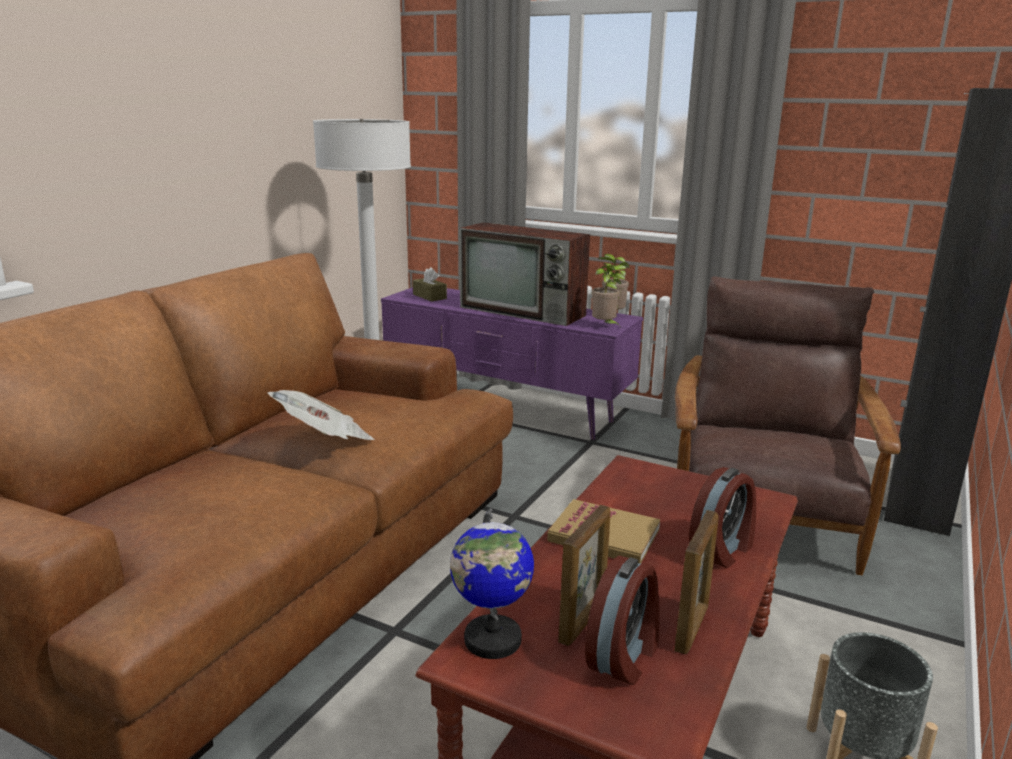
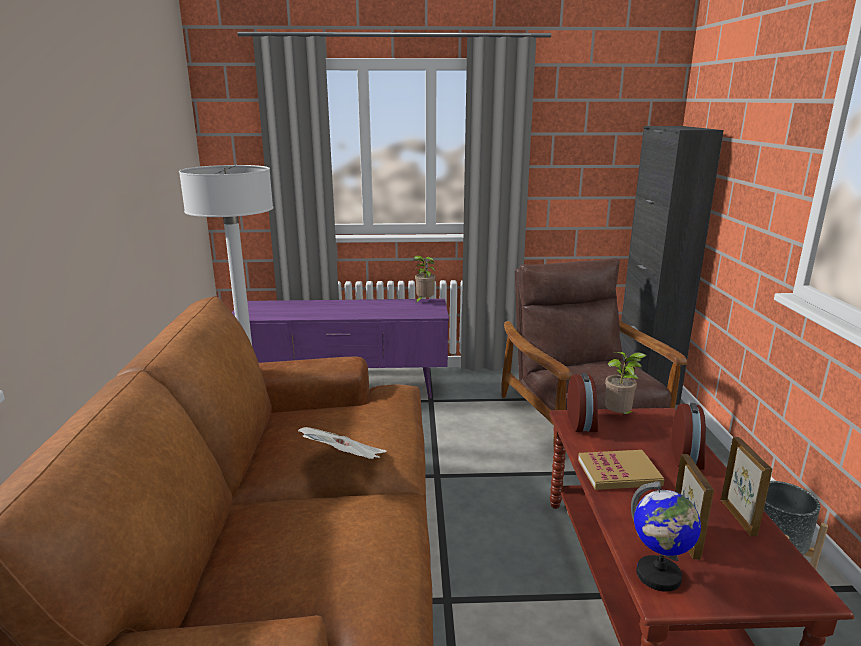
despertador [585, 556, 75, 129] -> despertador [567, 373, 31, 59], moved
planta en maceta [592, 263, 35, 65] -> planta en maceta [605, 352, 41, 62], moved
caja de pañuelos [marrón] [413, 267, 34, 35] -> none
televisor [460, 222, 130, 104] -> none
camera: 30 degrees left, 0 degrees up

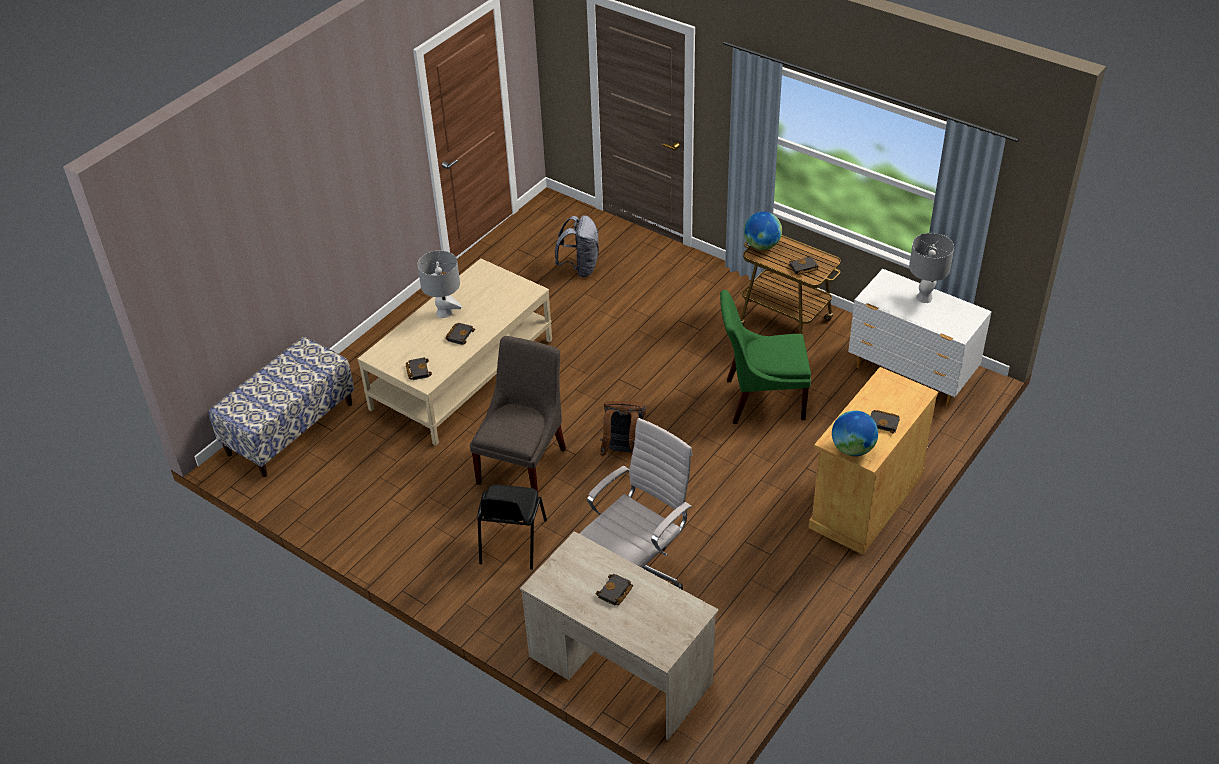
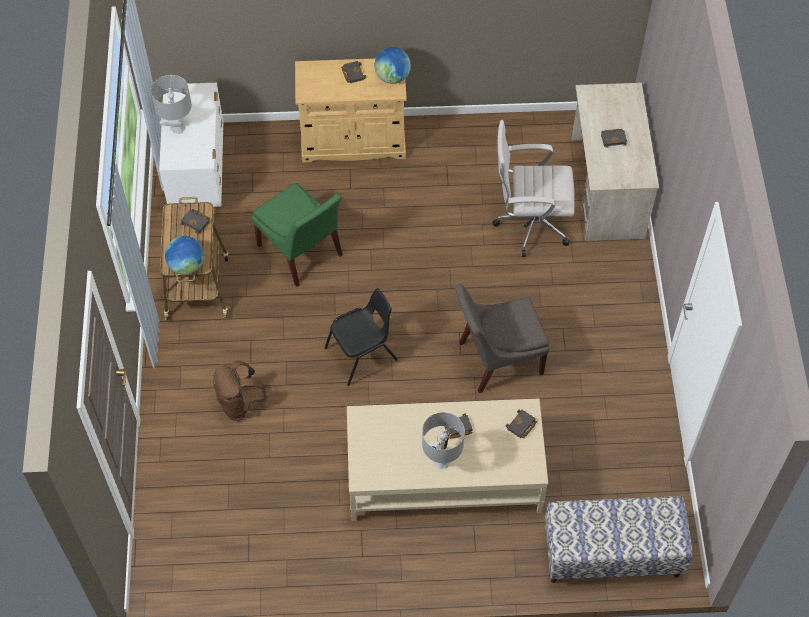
mochila [marrón] [600, 401, 46, 56] -> mochila [marrón] [213, 360, 55, 61], moved
silla [negro] [477, 485, 70, 85] -> silla [negro] [325, 288, 73, 98], moved
mochila [gris] [555, 215, 44, 62] -> none
camera: 130 degrees left, 15 degrees up

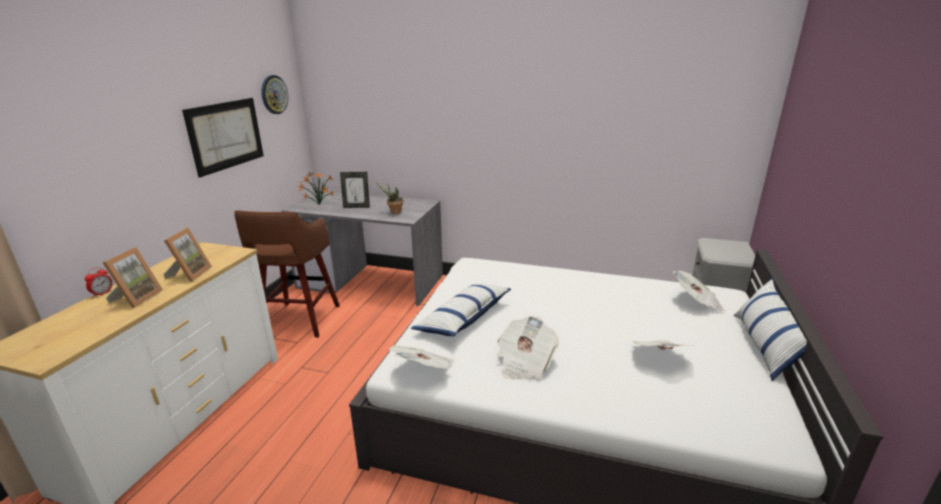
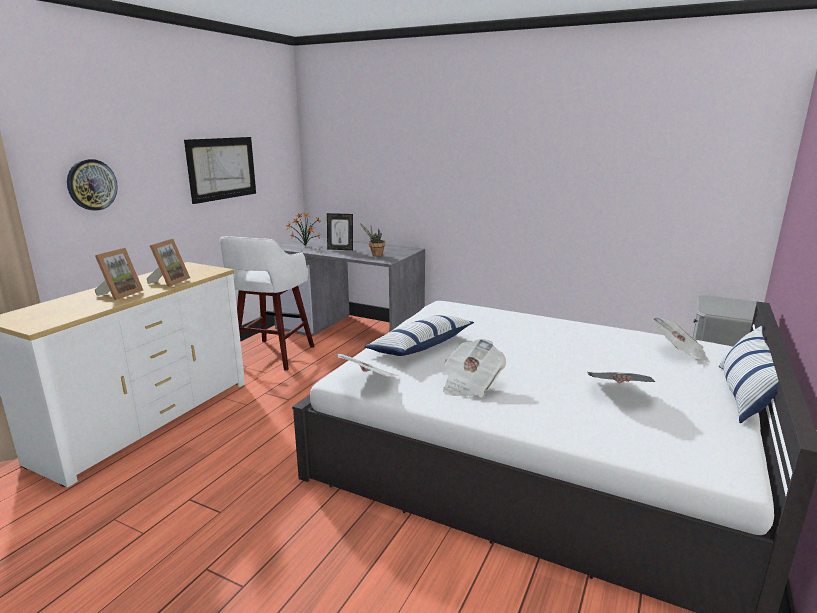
reloj de pared [262, 75, 26, 39] -> reloj de pared [67, 159, 51, 52], moved
taburete [marrón] [234, 210, 106, 128] -> taburete [blanco] [220, 236, 94, 135]
despertador [85, 267, 27, 30] -> none
camera: 10 degrees right, 5 degrees down

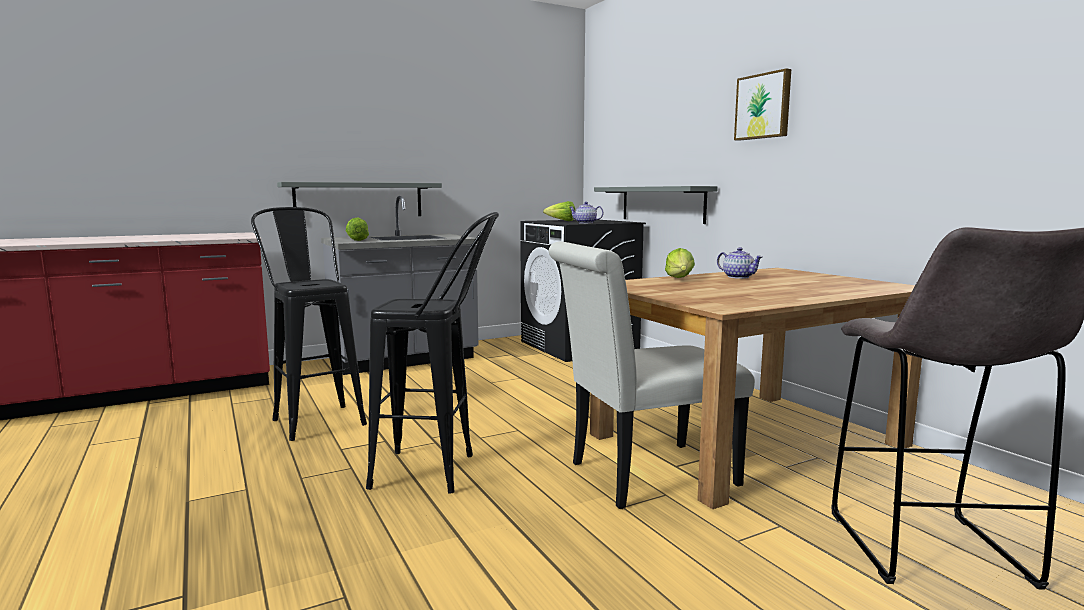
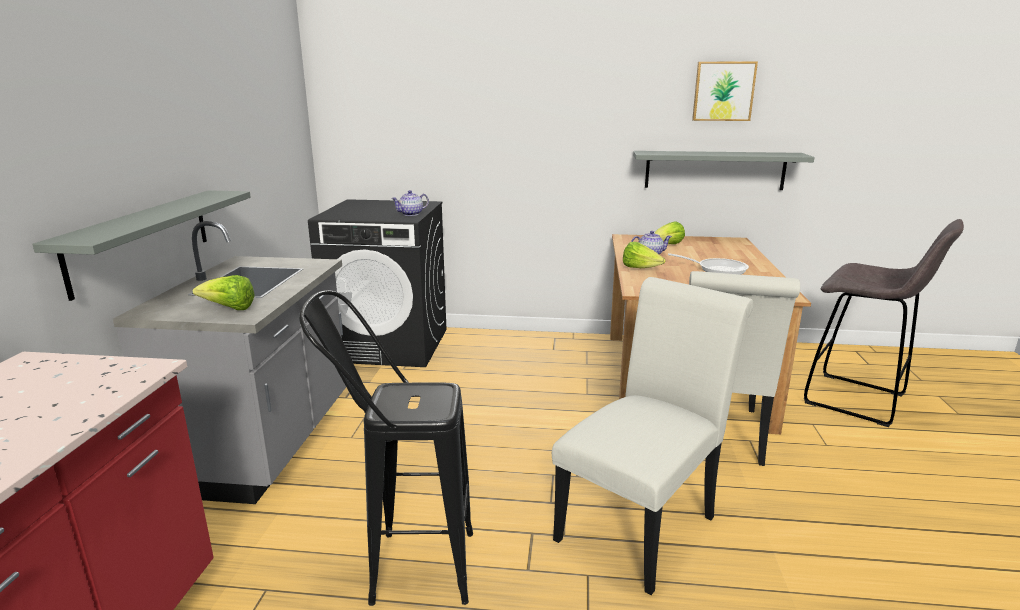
taburete [negro] [366, 212, 133, 282] -> silla [blanco] [552, 277, 202, 318]
estante [gris] [594, 186, 124, 38] -> estante [gris] [633, 151, 182, 39], moved
lechuga [543, 201, 32, 20] -> lechuga [654, 221, 31, 23], moved
none -> sartén [668, 253, 81, 21]
cuadro [734, 68, 57, 73] -> cuadro [692, 62, 66, 59], moved
camera: 55 degrees left, 10 degrees up

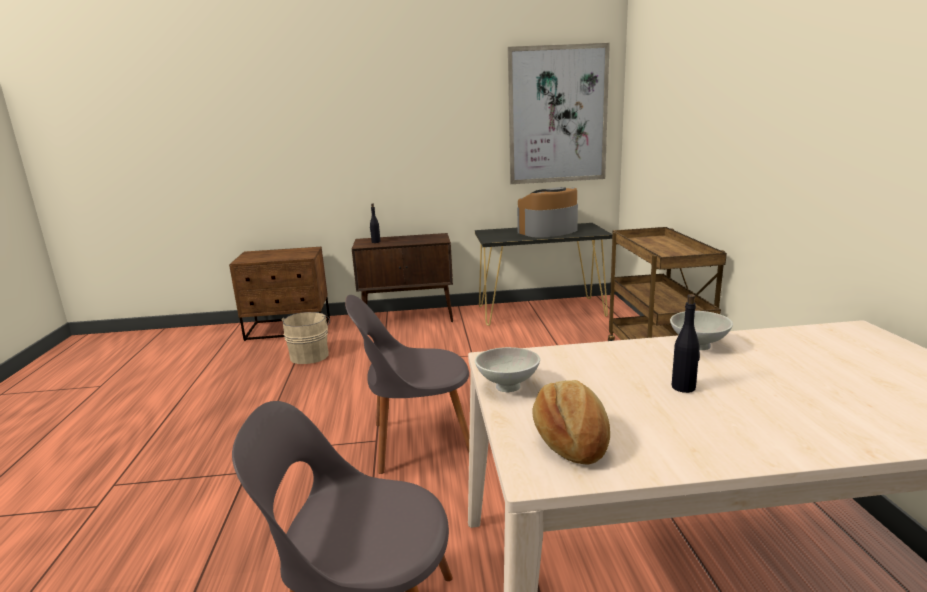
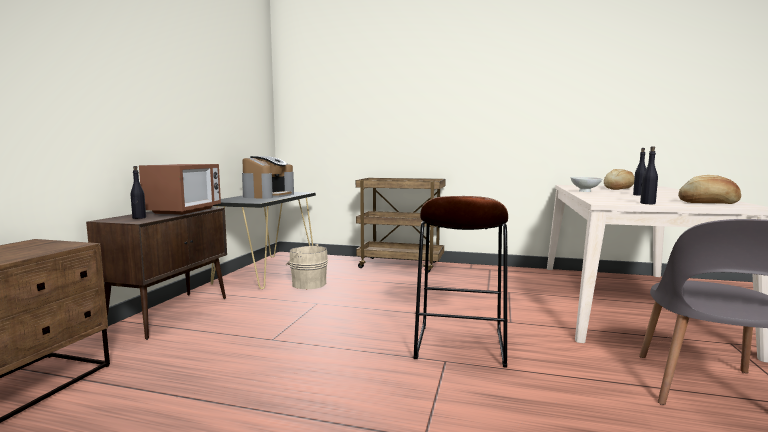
none -> microondas [139, 164, 82, 51]
cafetera [517, 187, 61, 50] -> cafetera [242, 156, 52, 43], 150 degrees counterclockwise
cubo [beis] [282, 312, 48, 52] -> cubo [beis] [286, 244, 42, 45], moved
silla [gris] [345, 295, 124, 179] -> taburete [marrón] [414, 196, 94, 172]
none -> pan [604, 169, 30, 21]
cuenco [blanco] [475, 347, 65, 46] -> botella [negro] [640, 146, 18, 58]
cuadro [508, 43, 102, 141] -> none
camera: 70 degrees left, 10 degrees down

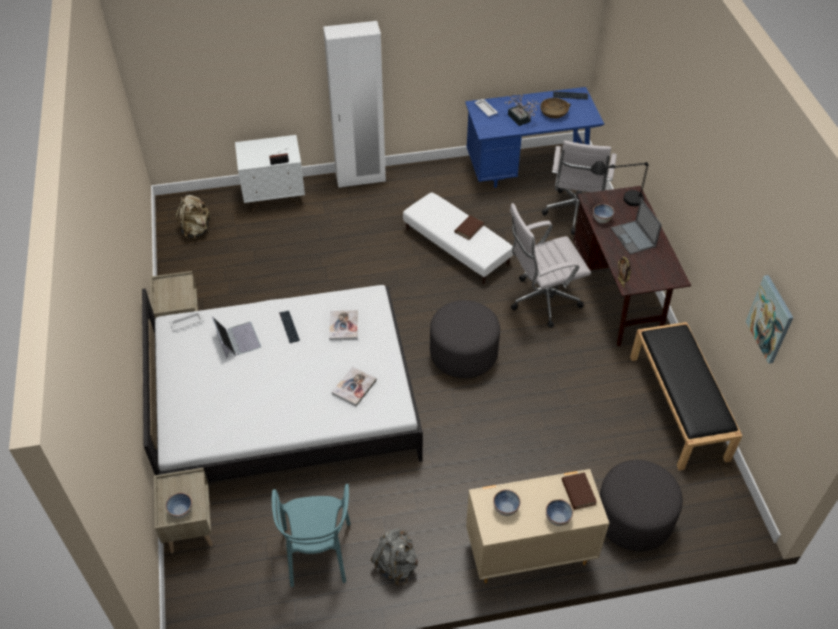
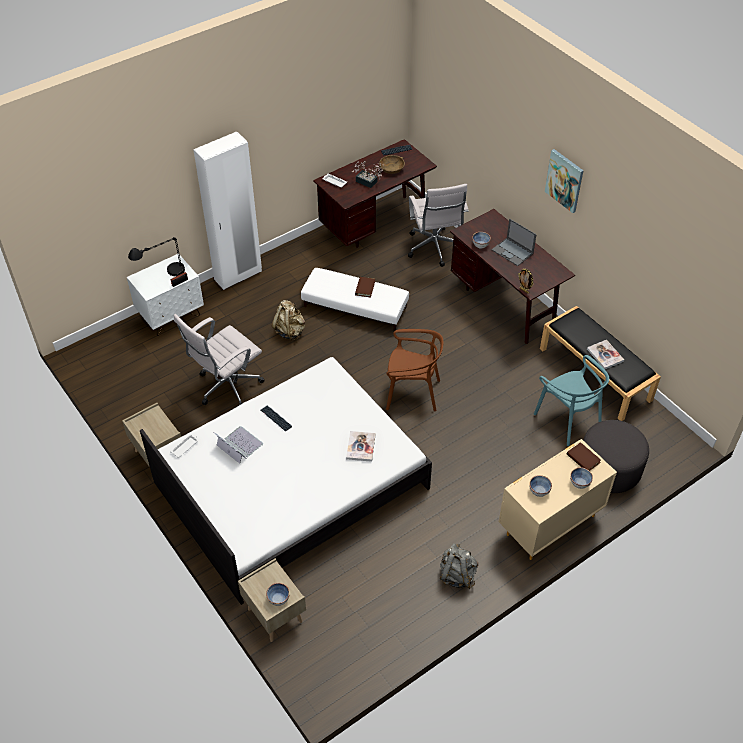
lámpara de mesa [negro] [590, 161, 59, 45] -> lámpara de mesa [negro] [128, 237, 57, 39], moved
silla de oficina [blanco] [510, 203, 81, 125] -> silla de oficina [blanco] [174, 314, 91, 91], moved
mochila [beis] [176, 195, 36, 44] -> mochila [beis] [272, 300, 33, 40], moved
escritorio [azul] [465, 87, 139, 101] -> escritorio [marrón] [313, 139, 124, 109]
puf [gris] [430, 300, 70, 78] -> silla [marrón] [386, 329, 58, 82]
silla [turquesa] [272, 484, 78, 103] -> silla [turquesa] [534, 355, 75, 91], moved
cuadro [746, 275, 47, 89] -> cuadro [545, 149, 38, 64], moved
libro [329, 310, 29, 30] -> libro [587, 340, 37, 29], moved
camera: 25 degrees left, 0 degrees up

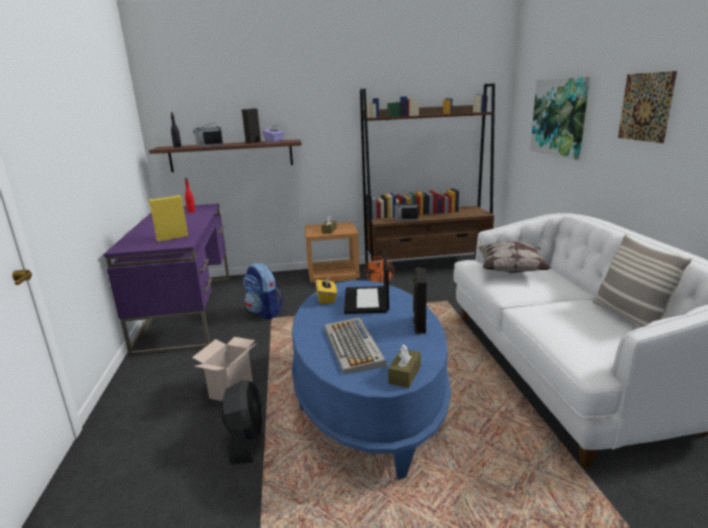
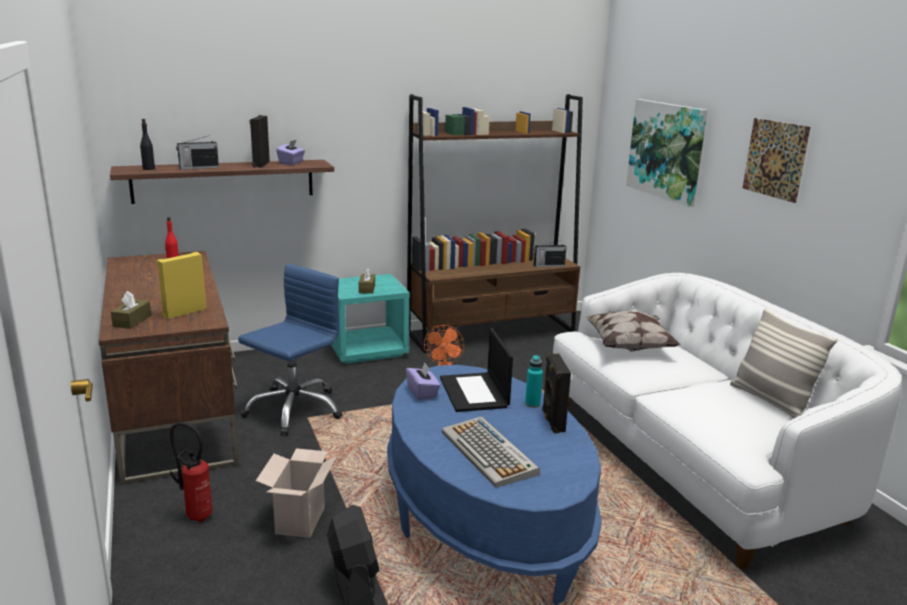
escritorio [morado] [103, 204, 127, 152] -> escritorio [marrón] [99, 251, 140, 234]
caja de pañuelos [marrón] [388, 344, 33, 44] -> caja de pañuelos [marrón] [111, 291, 40, 38], moved
none -> extintor [170, 422, 43, 101]
mochila [243, 263, 40, 56] -> silla de oficina [azul] [238, 264, 105, 171]
mesita de noche [marrón] [305, 222, 55, 62] -> mesita de noche [turquesa] [331, 274, 79, 90]
caja de pañuelos [amarillo] [316, 275, 21, 29] -> caja de pañuelos [morado] [406, 363, 34, 37]
none -> botella [turquesa] [525, 355, 18, 53]
radio [393, 200, 25, 21] -> radio [534, 240, 32, 27], moved
camera: 15 degrees left, 0 degrees up

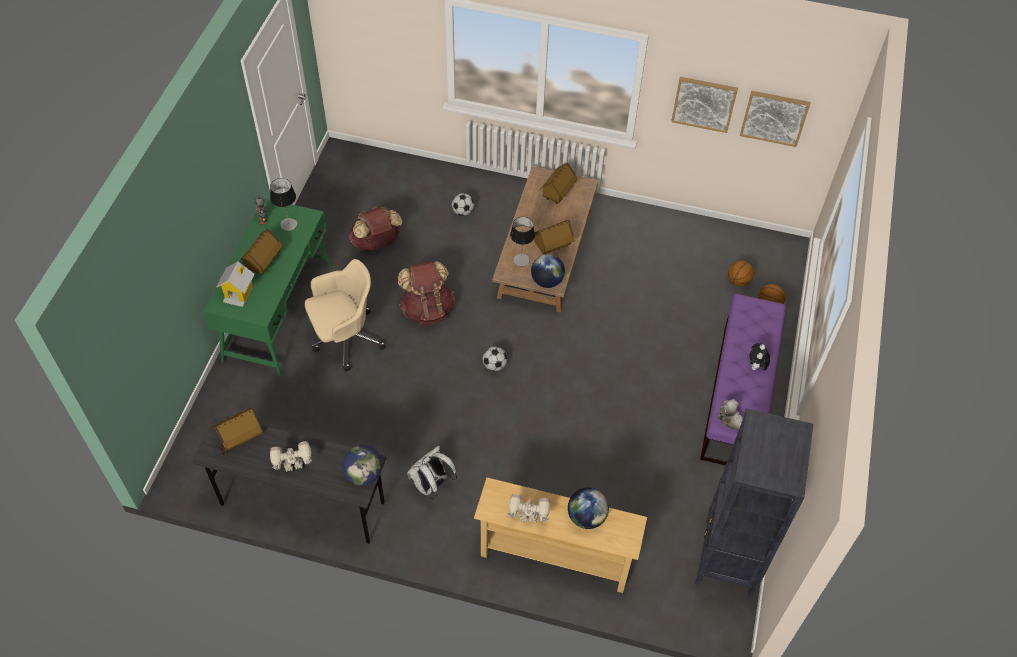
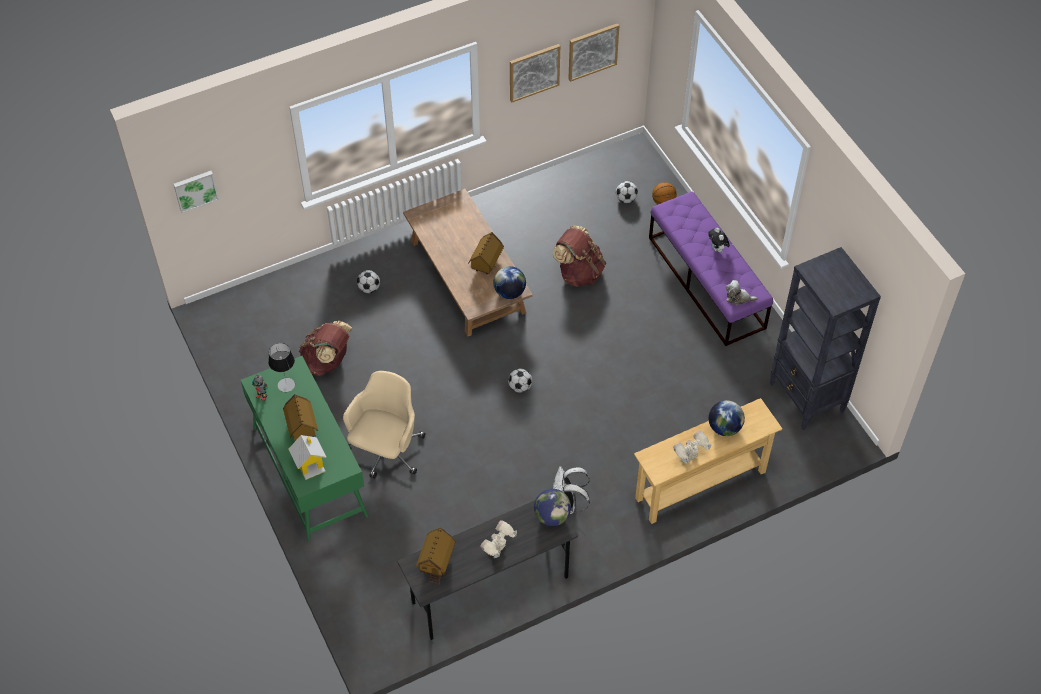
none -> cuadro [173, 171, 46, 42]
mochila [marrón] [398, 261, 57, 65] -> mochila [marrón] [552, 225, 54, 62], moved
balón de baloncesto [728, 260, 26, 26] -> balón de fútbol [616, 181, 22, 22]
lámpara de mesa [510, 217, 25, 50] -> none
casita [540, 162, 37, 42] -> none
camera: 40 degrees left, 0 degrees up

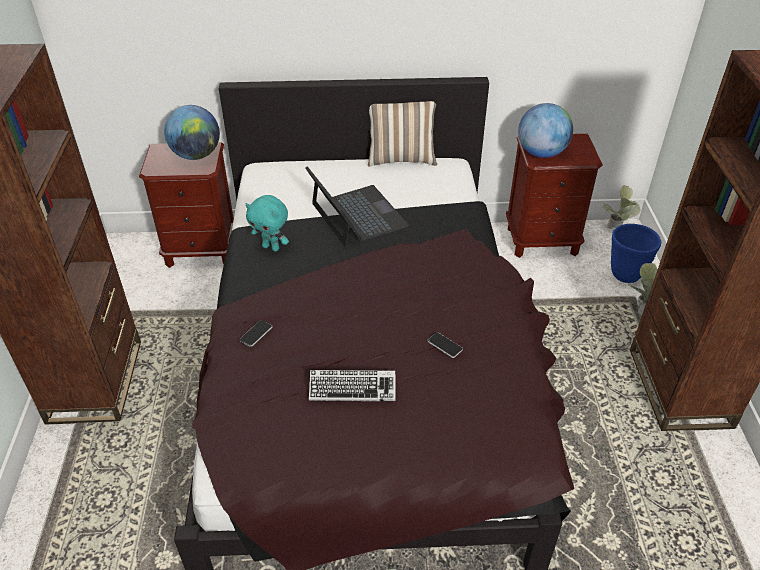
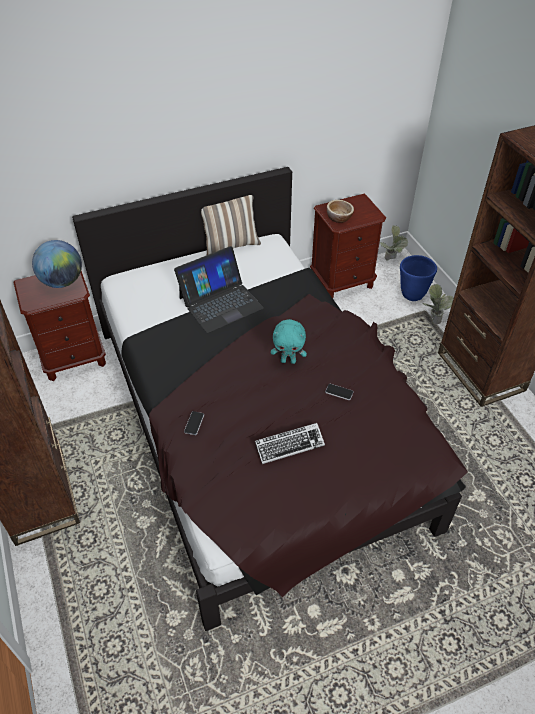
portátil [305, 166, 104, 81] -> portátil [174, 246, 90, 87], 105 degrees clockwise
peluche [turquesa] [245, 195, 44, 56] -> peluche [turquesa] [271, 319, 36, 45], moved
globo terráqueo [518, 103, 55, 55] -> cuenco [327, 200, 27, 23]
camera: 20 degrees left, 5 degrees up

